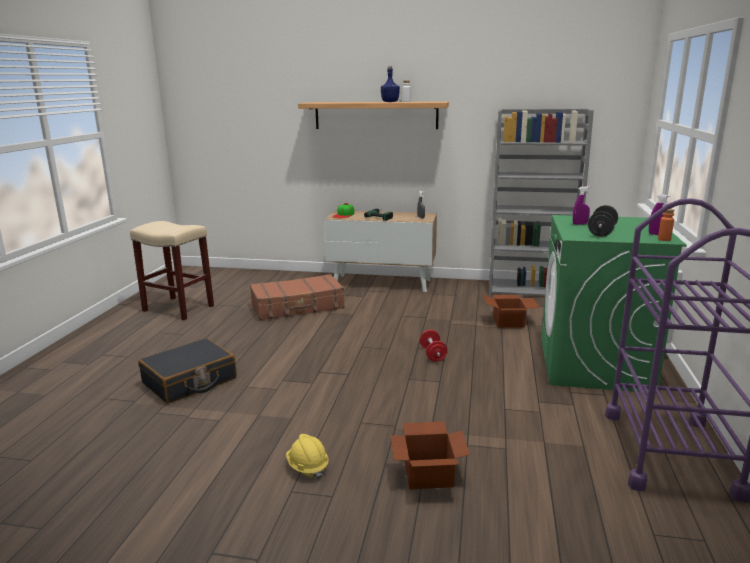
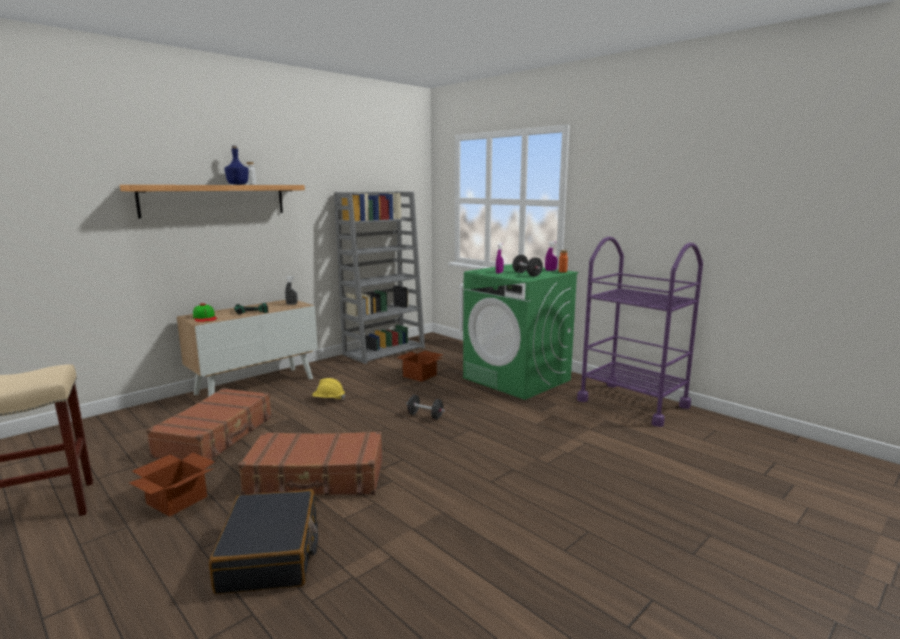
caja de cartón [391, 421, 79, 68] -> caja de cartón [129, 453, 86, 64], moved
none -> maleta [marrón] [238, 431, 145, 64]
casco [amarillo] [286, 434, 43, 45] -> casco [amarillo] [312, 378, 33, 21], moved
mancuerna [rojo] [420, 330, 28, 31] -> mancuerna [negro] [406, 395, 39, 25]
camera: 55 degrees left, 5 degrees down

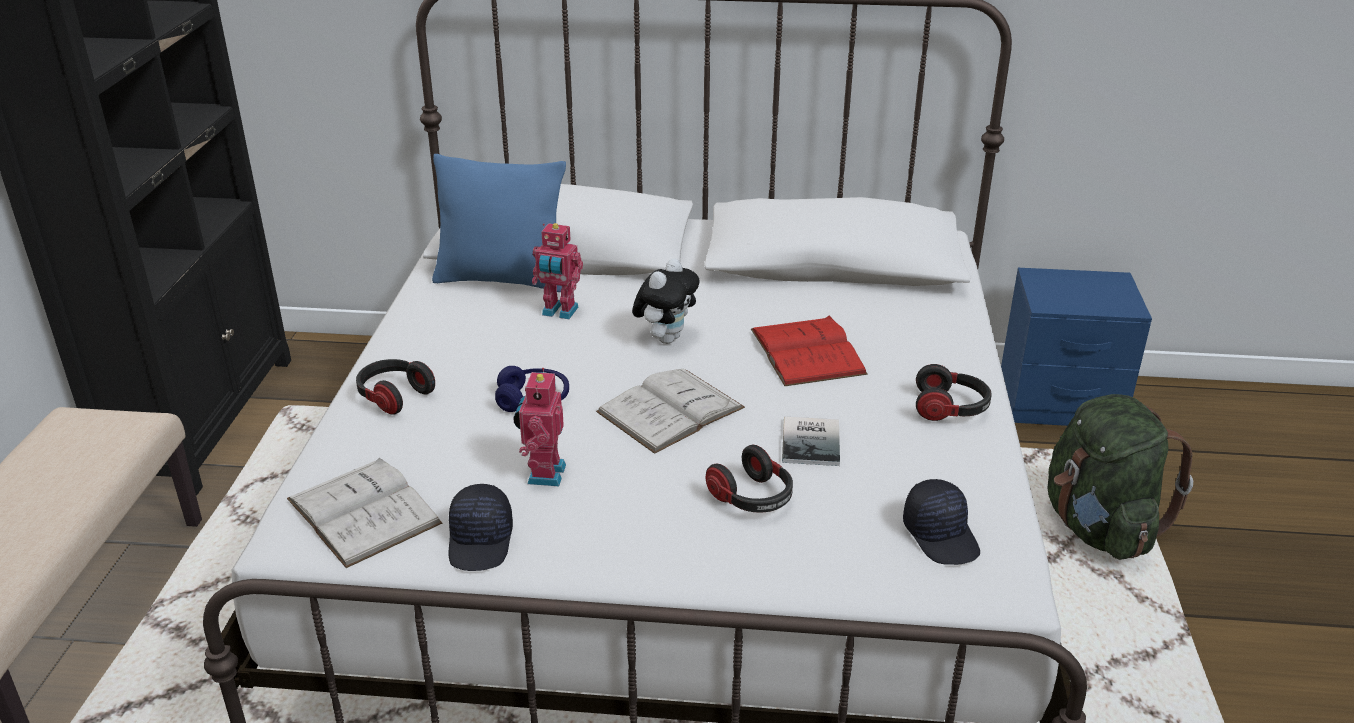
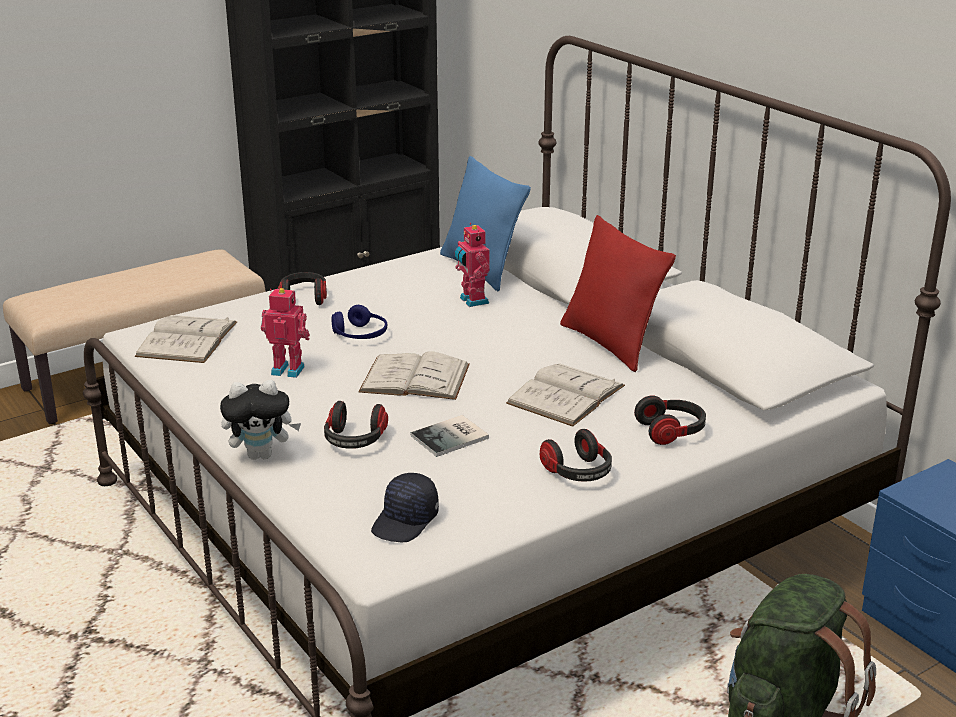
peluche [632, 258, 68, 86] -> peluche [220, 380, 81, 80], moved
robot de juguete [513, 368, 53, 118] -> robot de juguete [261, 288, 49, 90], 45 degrees clockwise
libro [rojo] [751, 316, 117, 70] -> libro [blanco] [506, 363, 119, 64]
none -> cojín [rojo] [560, 215, 116, 157]
none -> auriculares [634, 396, 72, 49]
gorra [negro] [449, 484, 64, 87] -> none
camera: 50 degrees right, 5 degrees down

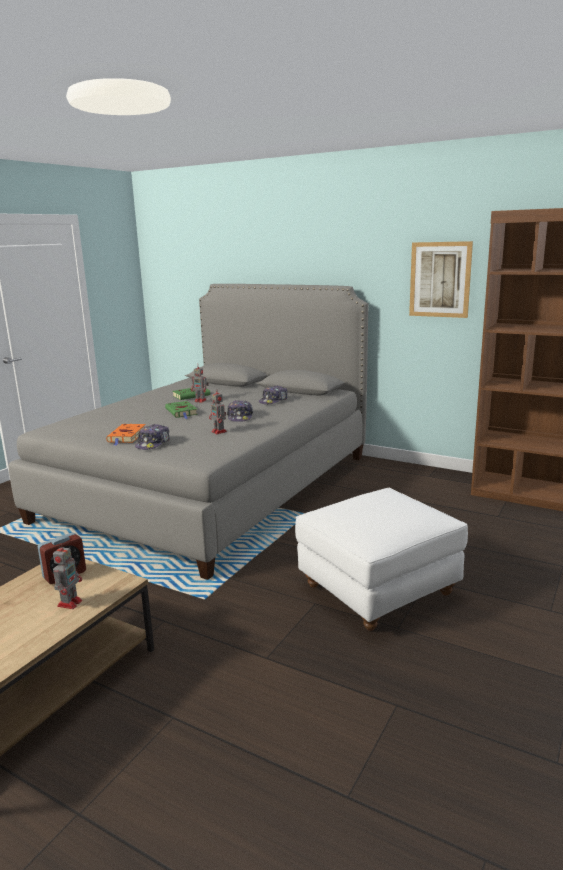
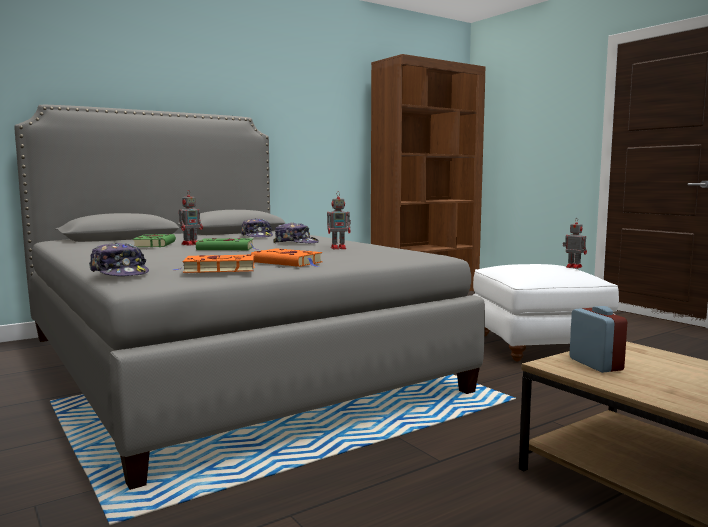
gorra [135, 424, 35, 26] -> gorra [89, 242, 60, 34], moved
none -> libro [naranja] [173, 254, 82, 19]
robot de juguete [53, 543, 29, 66] -> robot de juguete [563, 218, 24, 51], moved
cuadro [409, 241, 64, 77] -> none
camera: 65 degrees left, 10 degrees down

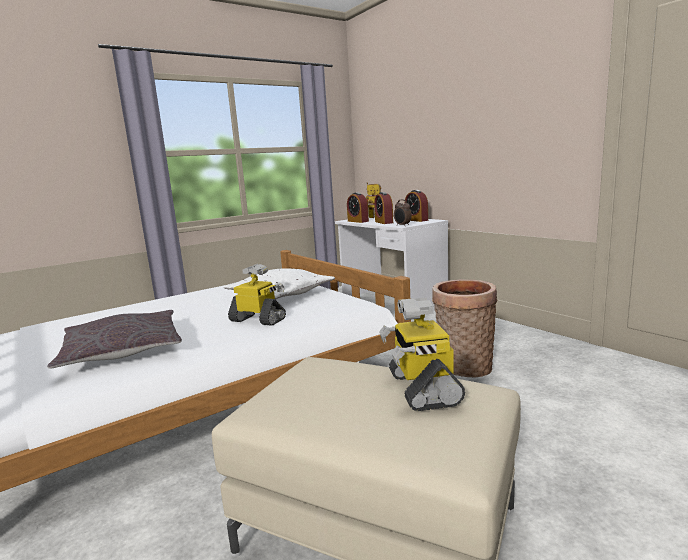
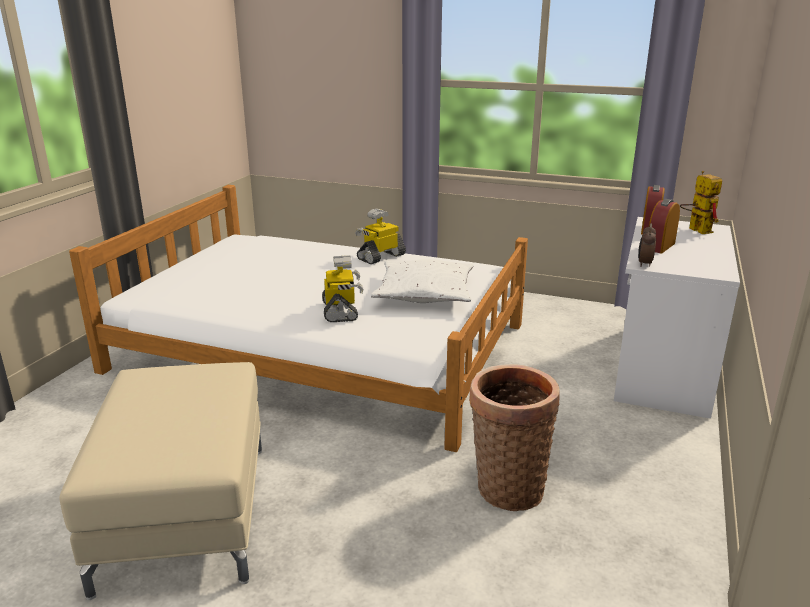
robot de juguete [379, 298, 86, 113] -> robot de juguete [355, 209, 51, 55], moved
cojín [gris] [47, 310, 135, 58] -> none
despertador [405, 190, 23, 32] -> none
camera: 55 degrees right, 10 degrees up

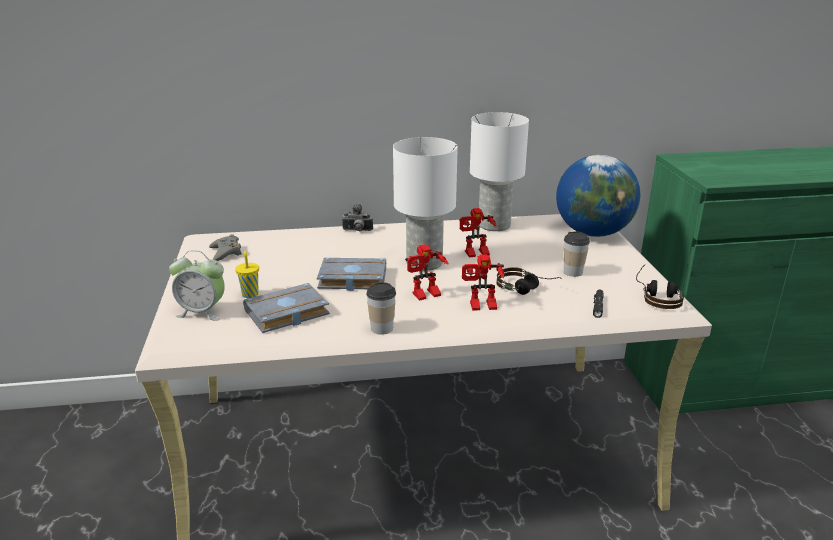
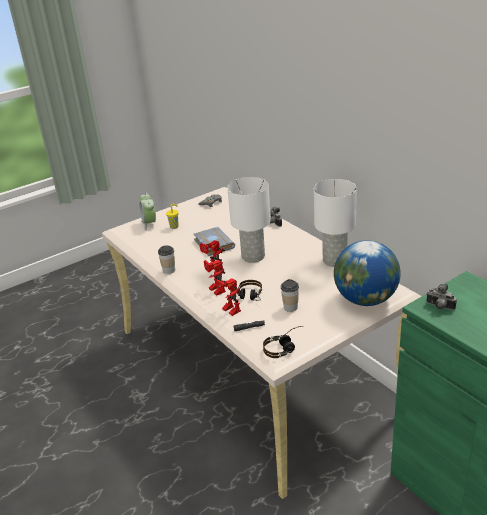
robot de juguete [459, 208, 38, 49] -> robot de juguete [216, 278, 26, 38], moved
none -> cámara [426, 284, 31, 26]
libro [gris] [243, 283, 87, 50] -> none
camera: 65 degrees right, 5 degrees up

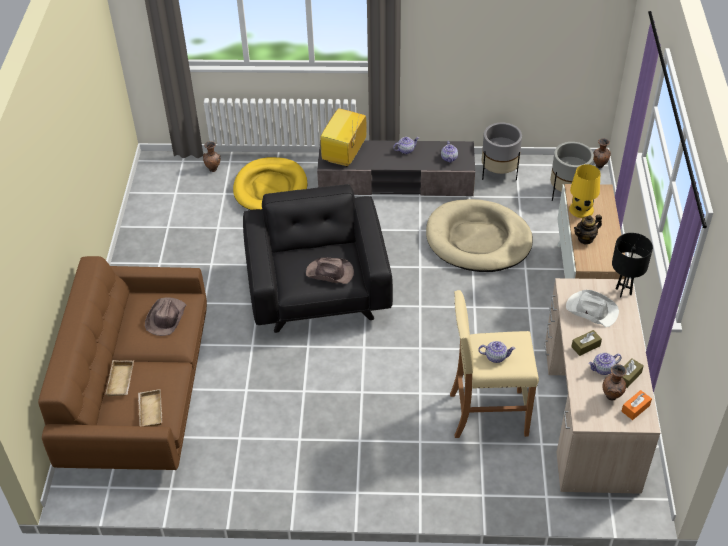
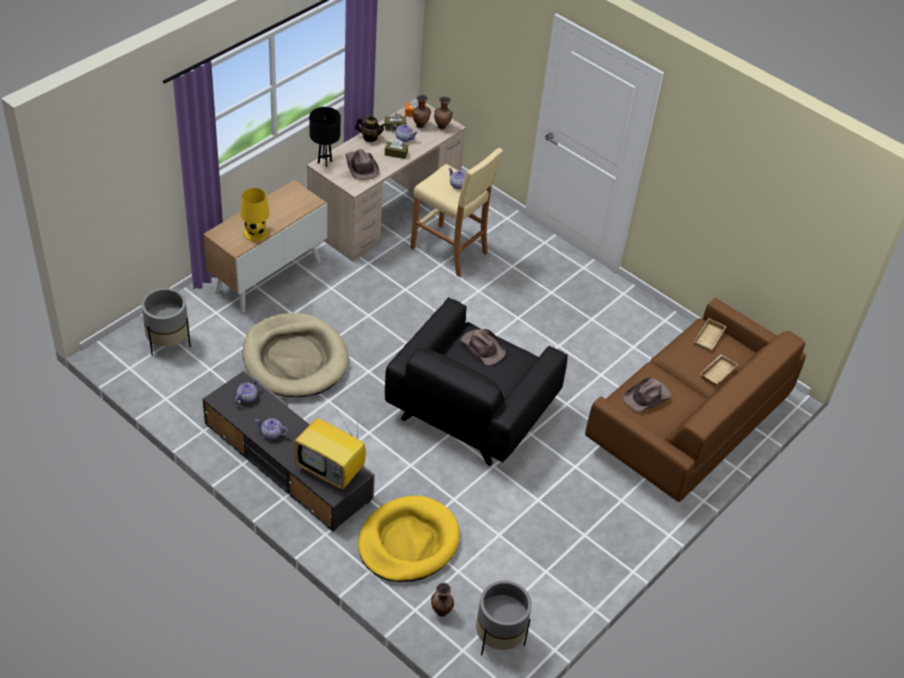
televisor [321, 108, 46, 59] -> televisor [294, 409, 72, 80], 60 degrees clockwise
sombrero [blanco] [566, 290, 53, 37] -> sombrero [marrón] [345, 149, 34, 31]
tetera [574, 215, 28, 29] -> tetera [355, 115, 31, 27], moved
florero [marrón] [593, 138, 18, 30] -> florero [marrón] [434, 96, 19, 34], moved
maceta [gris] [481, 123, 41, 58] -> maceta [gris] [476, 581, 56, 75], moved
camera: 145 degrees left, 0 degrees up

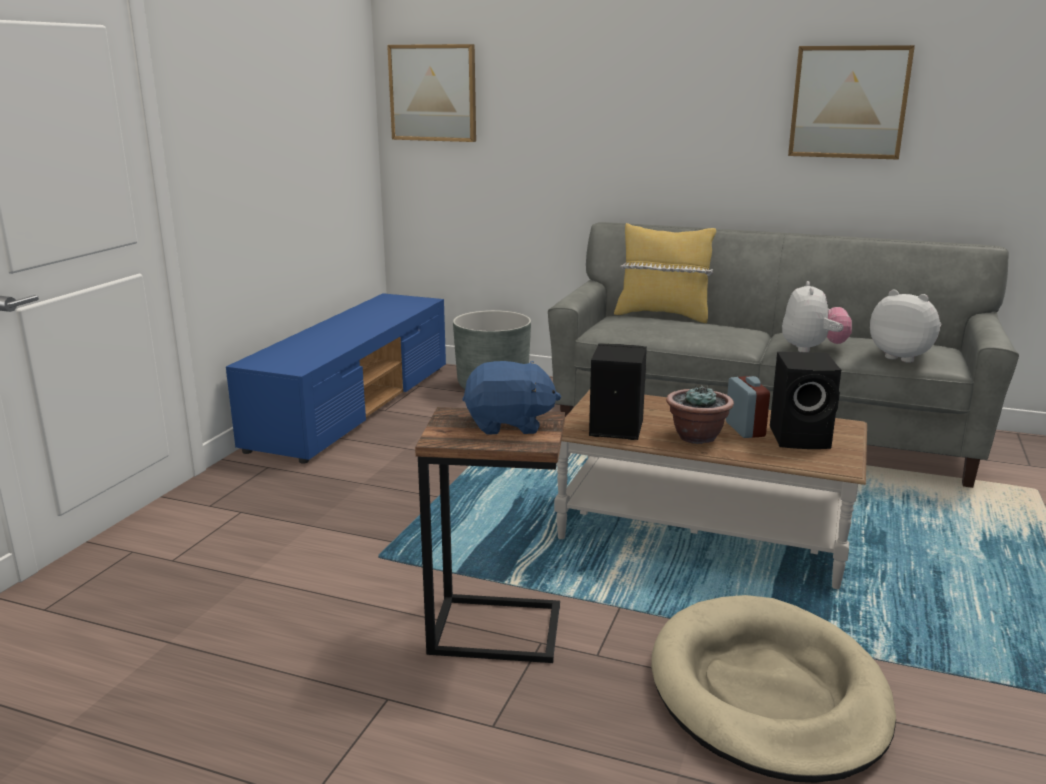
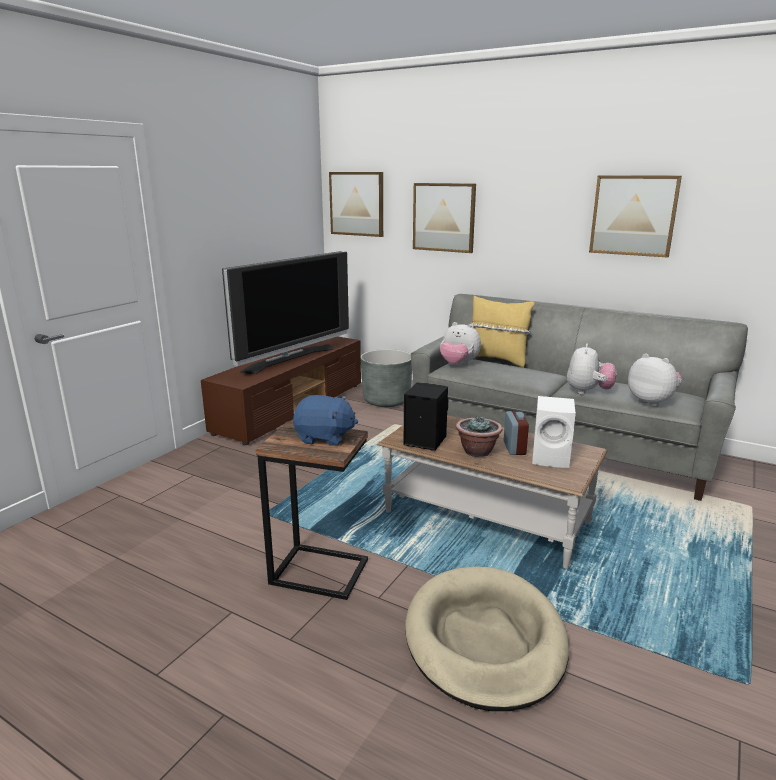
mueble de televisión [azul] [226, 293, 220, 171] -> mueble de televisión [marrón] [201, 336, 160, 109]
none -> televisor [222, 251, 127, 123]
none -> cuadro [413, 183, 63, 70]
none -> peluche [440, 322, 41, 43]
altavoz [negro] [770, 352, 71, 97] -> altavoz [blanco] [532, 396, 44, 72]
camera: 10 degrees right, 0 degrees up

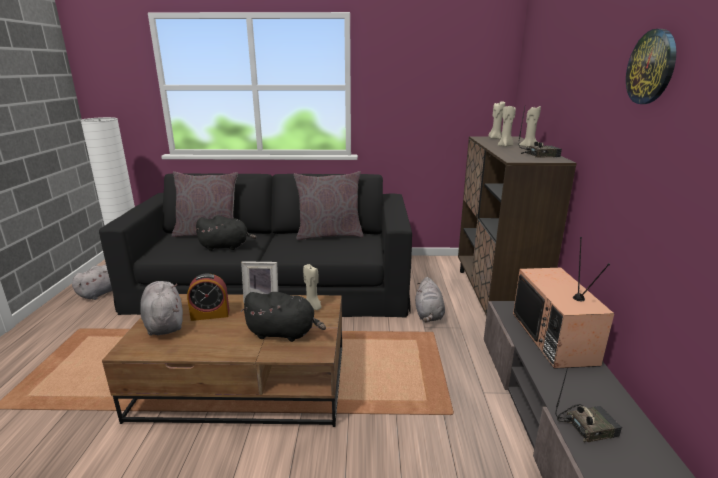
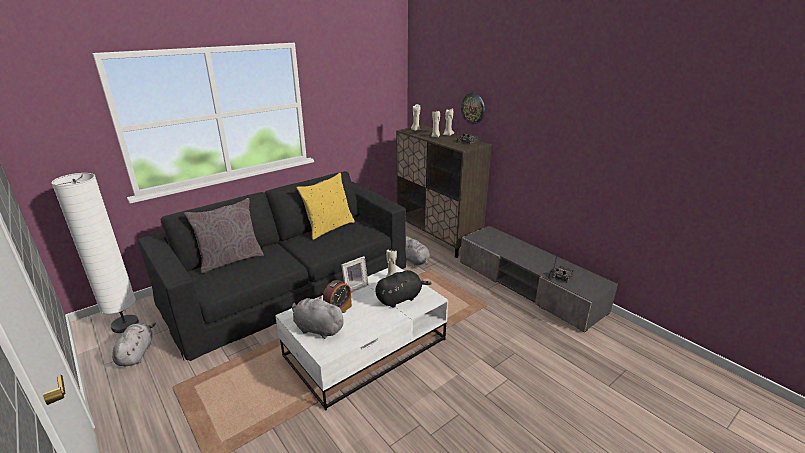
mesa de centro [marrón] [102, 294, 240, 133] -> mesa de centro [blanco] [275, 265, 173, 146]
cojín [gris] [294, 171, 69, 69] -> cojín [amarillo] [296, 173, 59, 67]
reloj de pared [626, 29, 50, 75] -> reloj de pared [461, 93, 24, 31], moved
peluche [negro] [195, 216, 62, 35] -> none
televisor [513, 237, 101, 132] -> none
camera: 40 degrees left, 5 degrees up

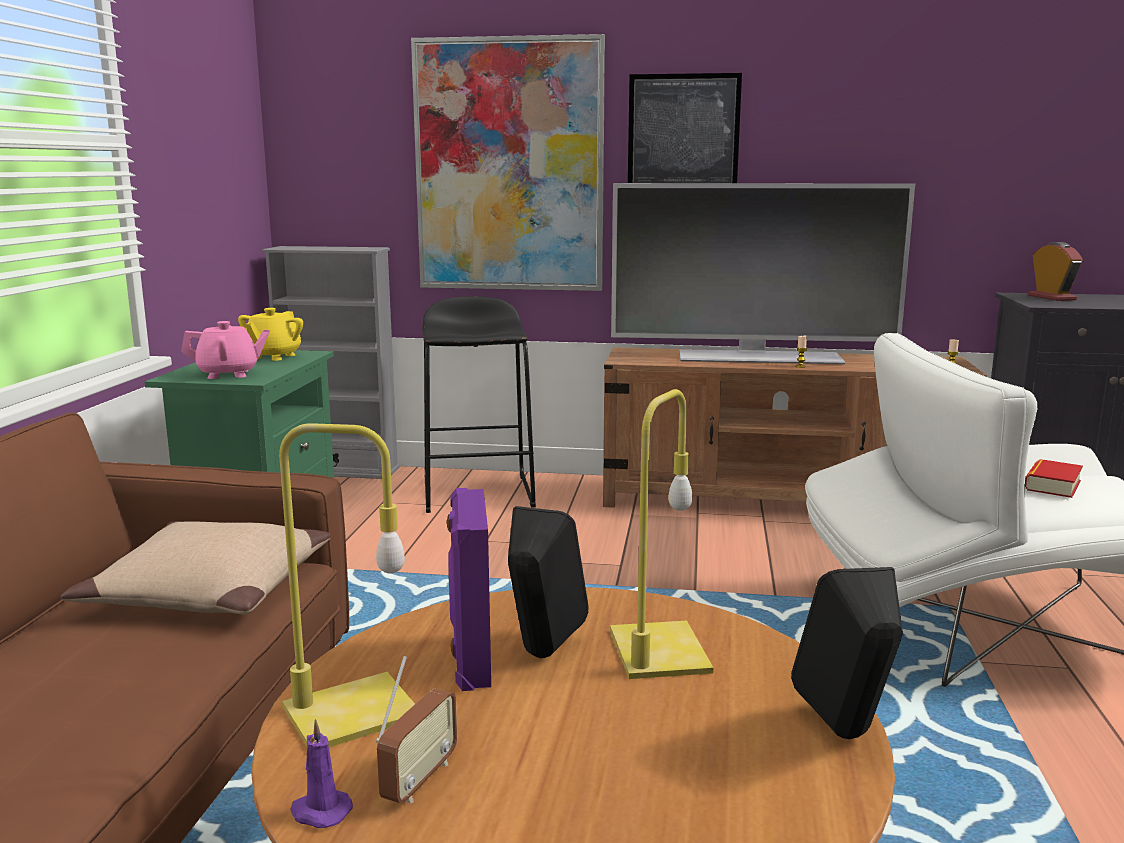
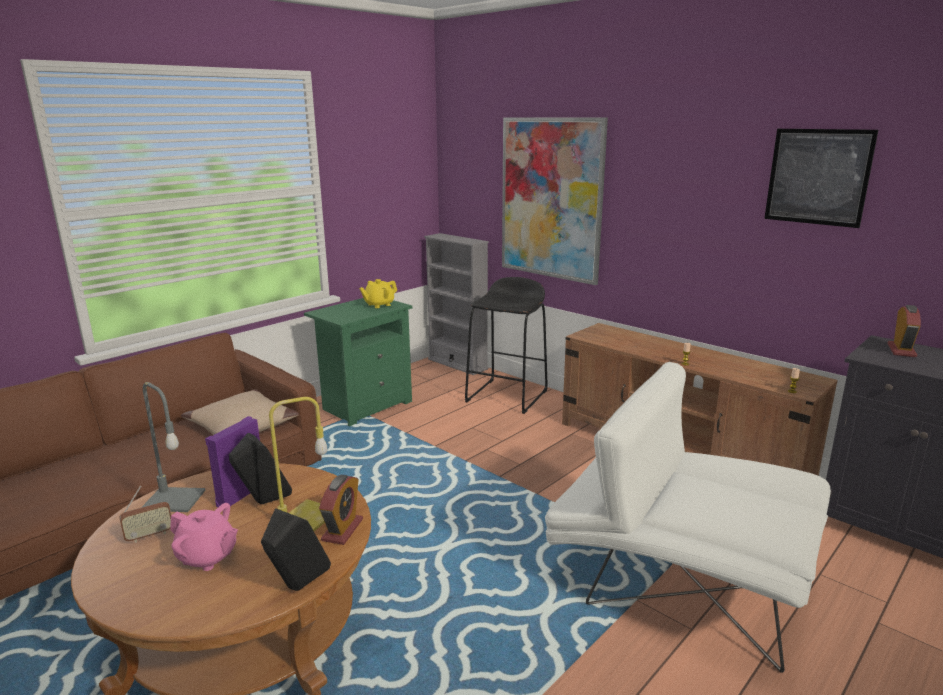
lámpara de mesa [amarillo] [279, 423, 136, 324] -> lámpara de mesa [gris] [141, 382, 64, 130]
tetera [rosa] [181, 321, 89, 58] -> tetera [rosa] [170, 503, 68, 68], moved
none -> despertador [319, 475, 44, 70]
cuadro [628, 73, 114, 110] -> cuadro [764, 129, 114, 99], moved
vela [morado] [290, 719, 63, 109] -> none
televisor [611, 183, 304, 181] -> none
libro [1025, 459, 58, 39] -> none
camera: 35 degrees right, 5 degrees up

